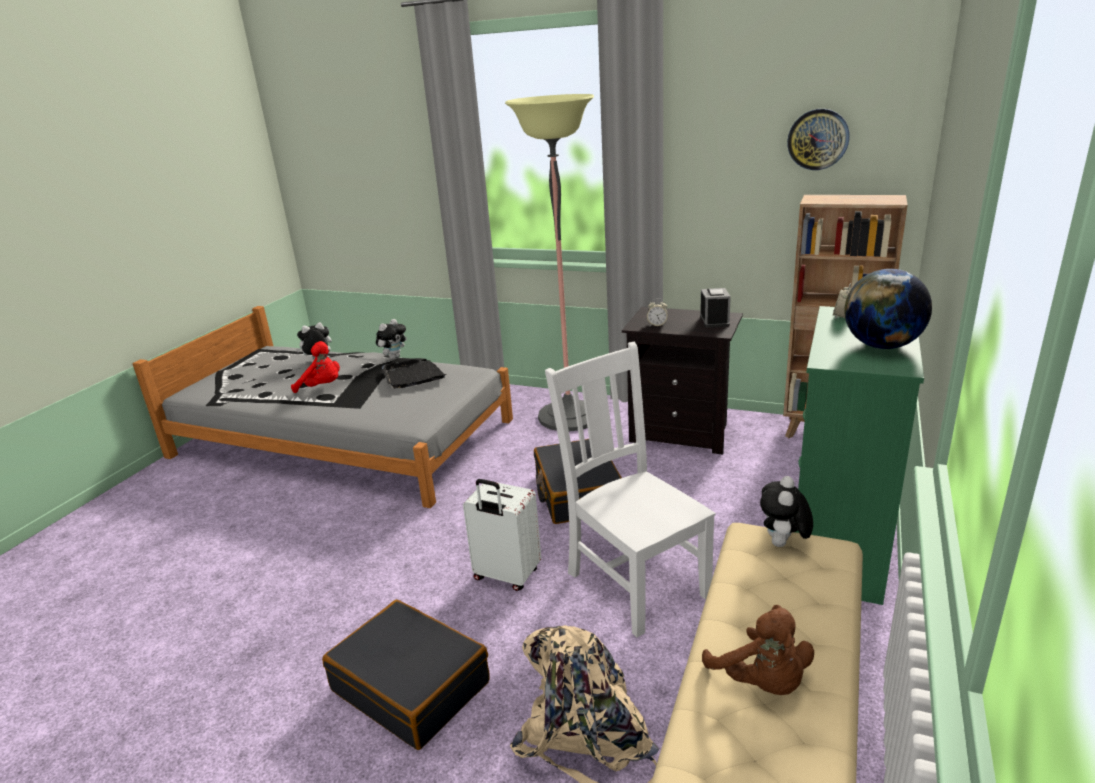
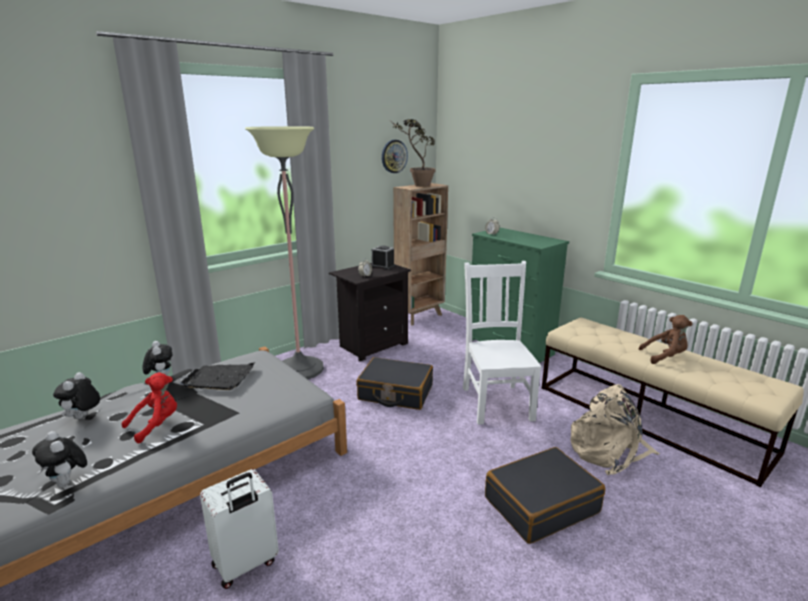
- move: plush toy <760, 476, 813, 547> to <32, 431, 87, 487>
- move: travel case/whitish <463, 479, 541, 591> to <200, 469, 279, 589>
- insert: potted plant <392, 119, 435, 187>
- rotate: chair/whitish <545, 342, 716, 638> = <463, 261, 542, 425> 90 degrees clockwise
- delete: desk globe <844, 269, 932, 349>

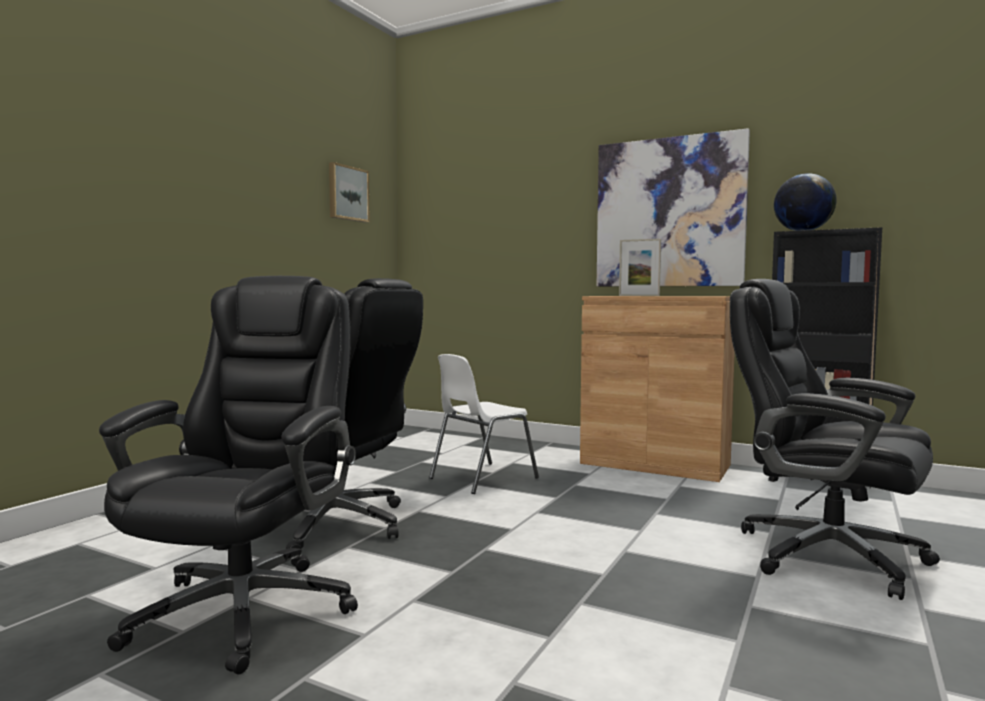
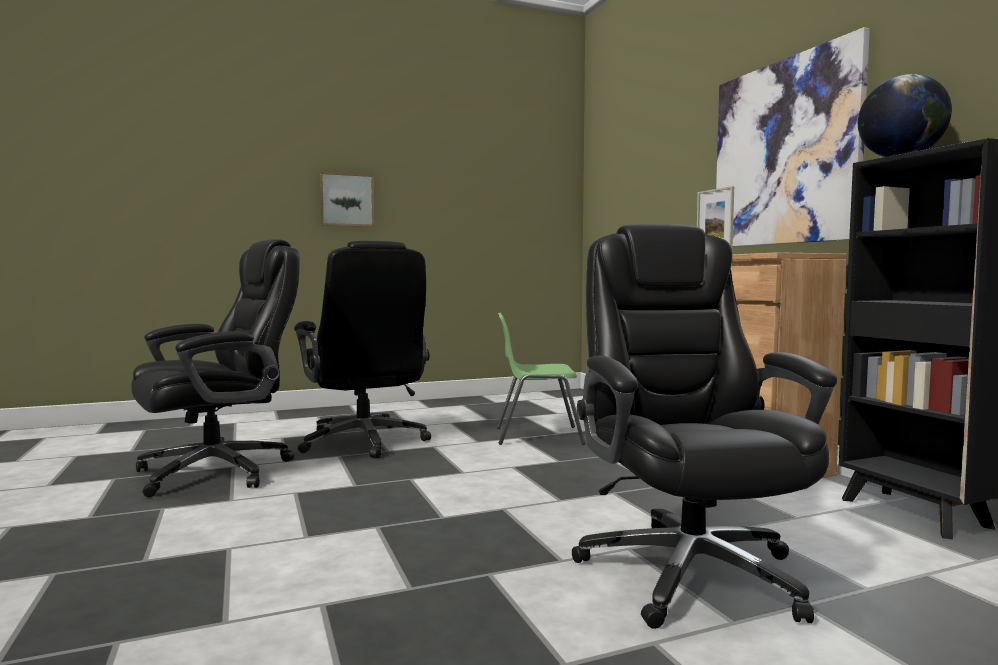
- move: picture <329, 162, 370, 223> to <320, 172, 374, 227>
- recolor: chair/whitish <429, 354, 539, 494> to chair/green <497, 312, 586, 445>

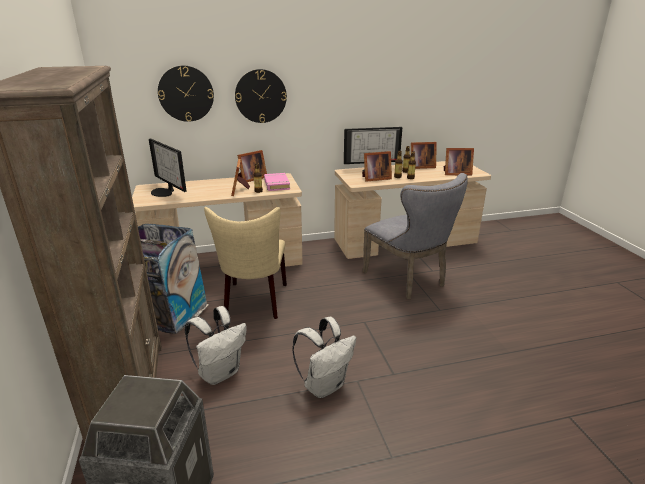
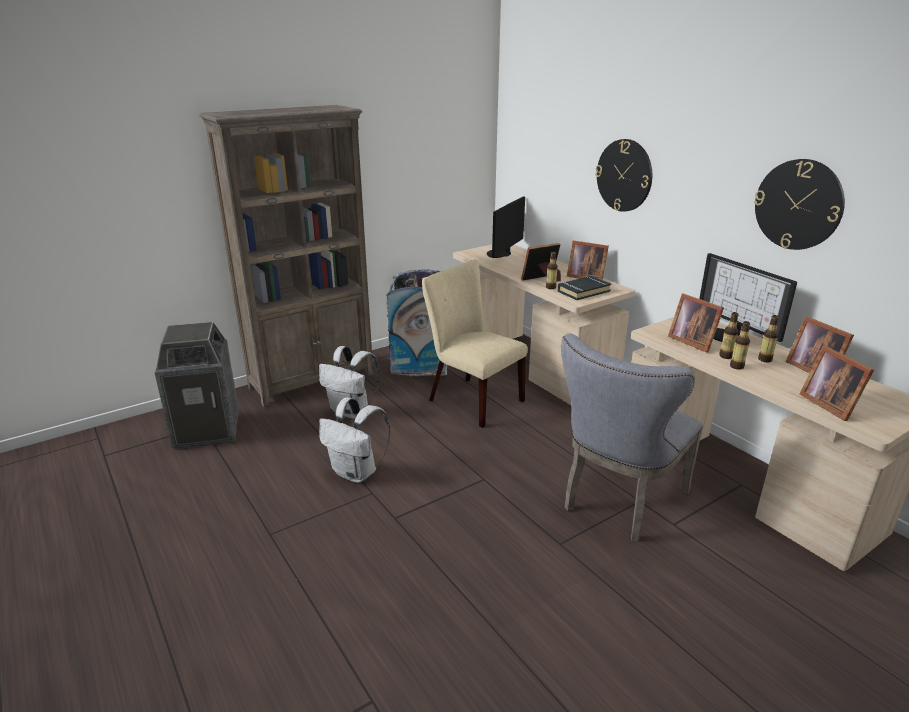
- rotate: chair/sand-coloured <204, 207, 287, 319> = <422, 259, 528, 428> 60 degrees clockwise
- recolor: volume/pink-coloured <264, 173, 290, 191> to volume/blackish <558, 276, 611, 300>
- move: clock on the wall <158, 66, 214, 122> to <754, 159, 845, 250>

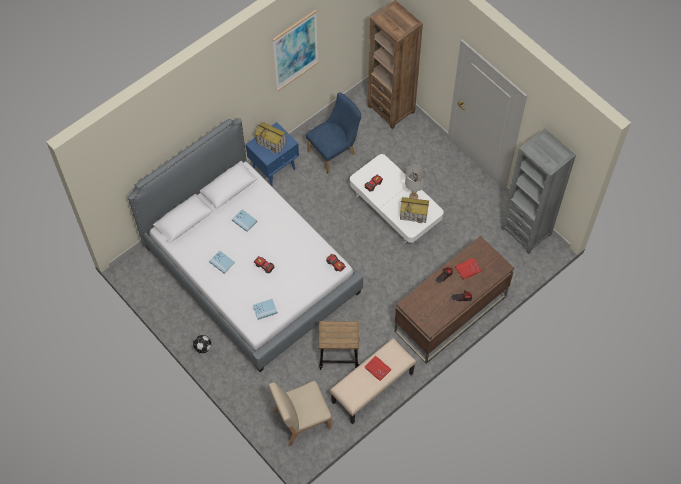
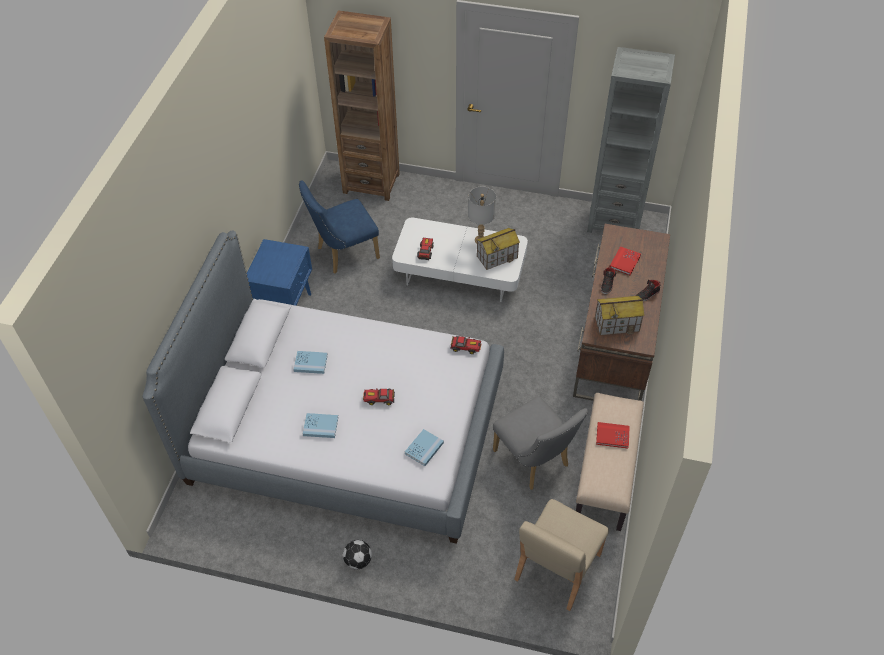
- rotate: chair/blue-coloured <306, 92, 362, 174> = <299, 180, 380, 273> 135 degrees counterclockwise
- replace: stool <319, 321, 359, 370> to chair/grey <493, 397, 588, 490>
- move: toy house <255, 122, 287, 154> to <595, 296, 645, 336>
- delete: picture <272, 10, 319, 91>

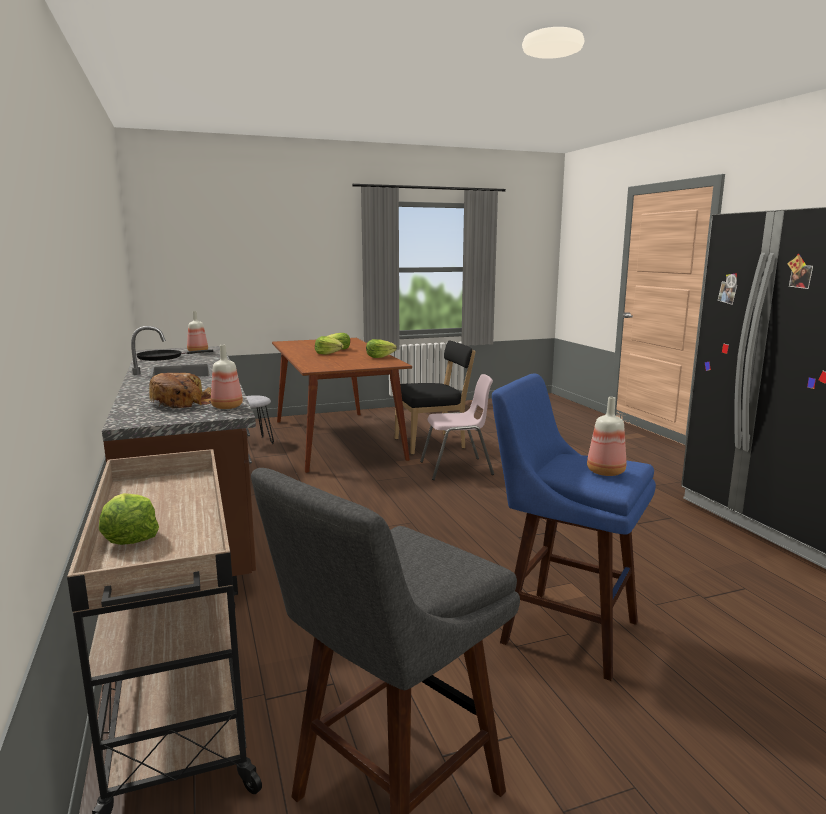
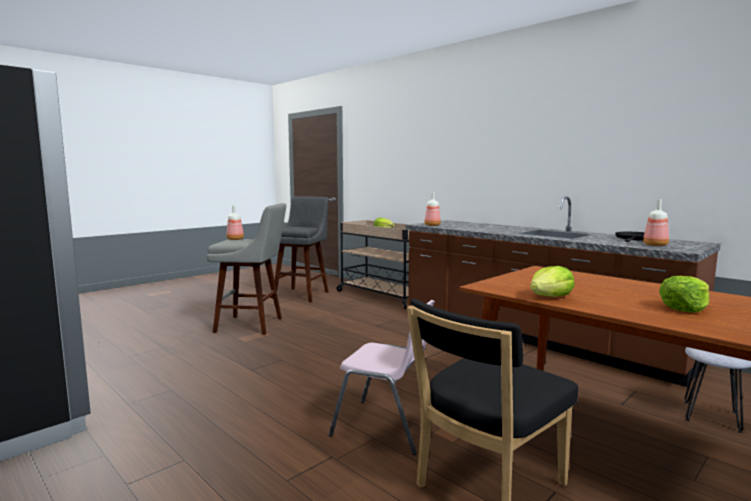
- recolor: stool/blue-coloured <492, 374, 656, 681> to stool/grey <207, 203, 286, 335>
- rotate: chair/pink-coloured <420, 374, 494, 480> = <329, 300, 435, 455> 120 degrees counterclockwise
- delete: bread <149, 373, 211, 408>
- delete: lettuce head <315, 336, 344, 355>

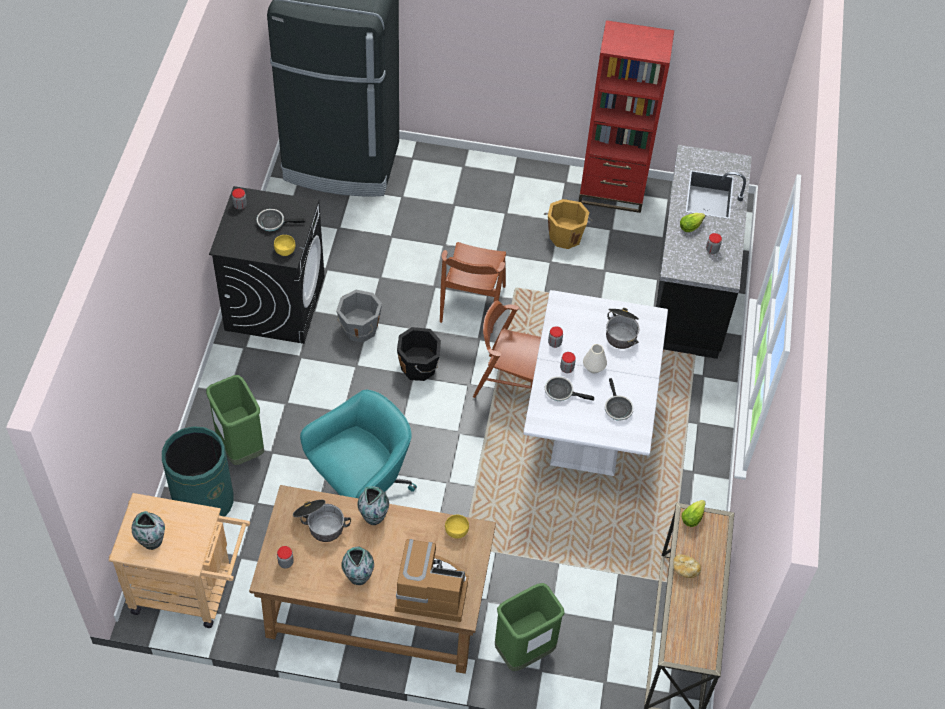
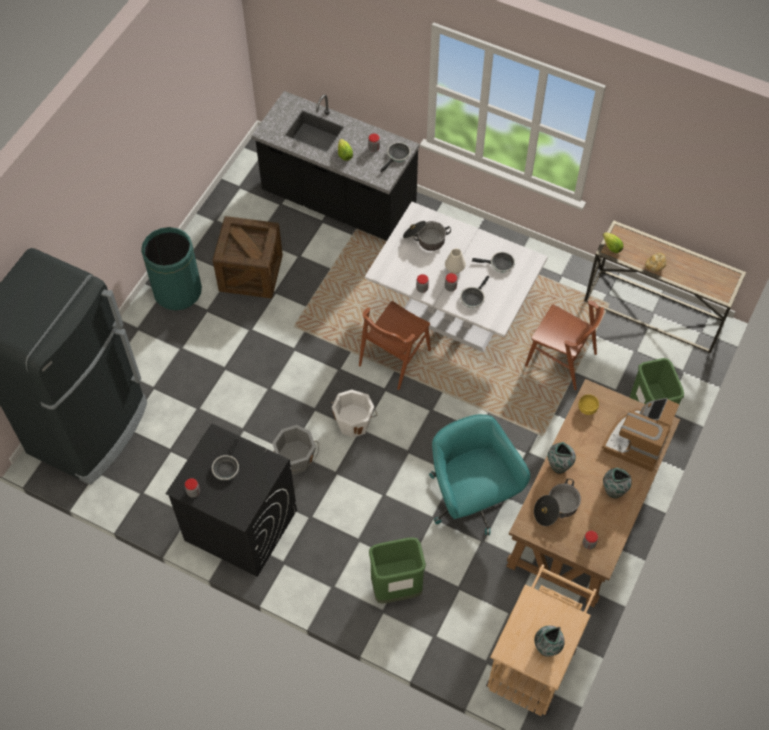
- move: waste bin/green <162, 426, 234, 517> to <141, 227, 202, 311>
- replace: water bucket/orangey <544, 199, 593, 249> to packing crate <213, 216, 283, 298>
- recolor: water bucket/blackish <397, 327, 441, 381> to water bucket/whitish <331, 390, 377, 438>
- insert: pan <381, 142, 411, 173>
- move: chair/brown <440, 242, 506, 333> to <525, 300, 604, 390>
- delete: serving bowl/yellowish <274, 235, 295, 256>
- delete: bookshelf/red-coloured <579, 20, 674, 213>

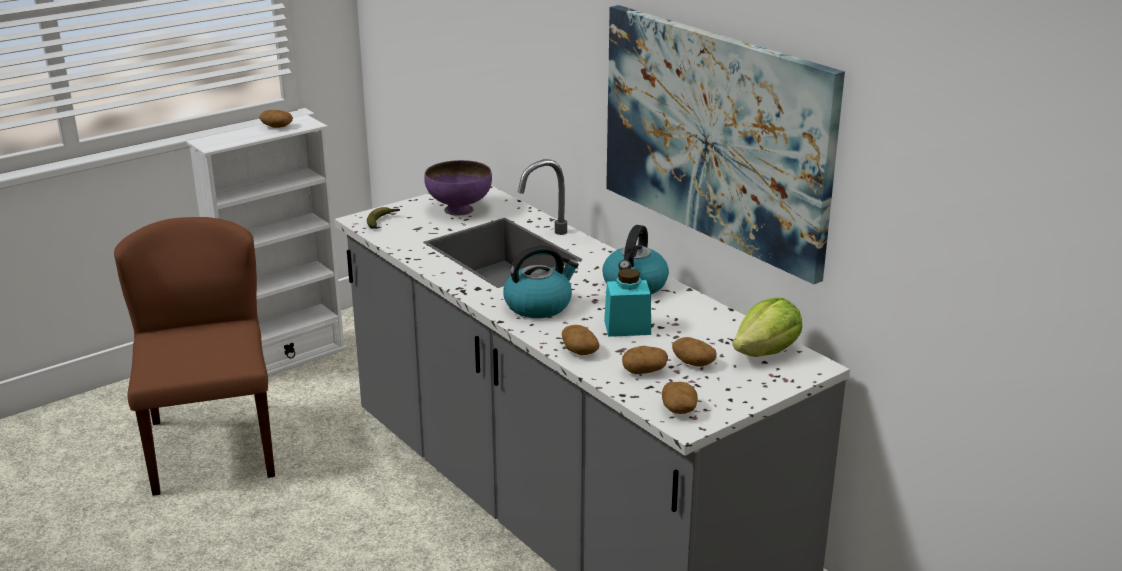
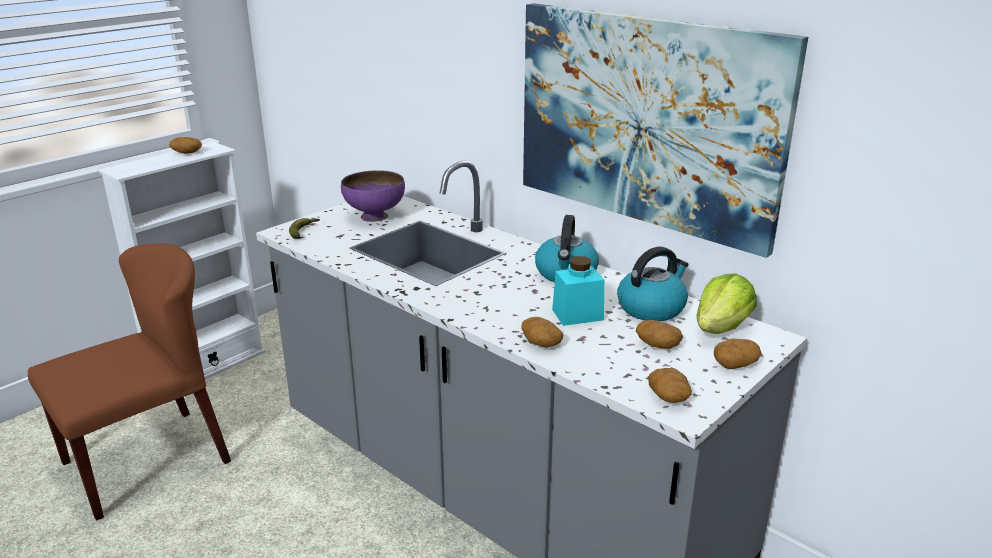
- rotate: chair/brown <114, 217, 275, 496> = <28, 243, 231, 521> 75 degrees clockwise
- move: water kettle <503, 245, 579, 318> to <617, 247, 689, 321>
- move: potato <622, 346, 668, 374> to <714, 338, 761, 369>

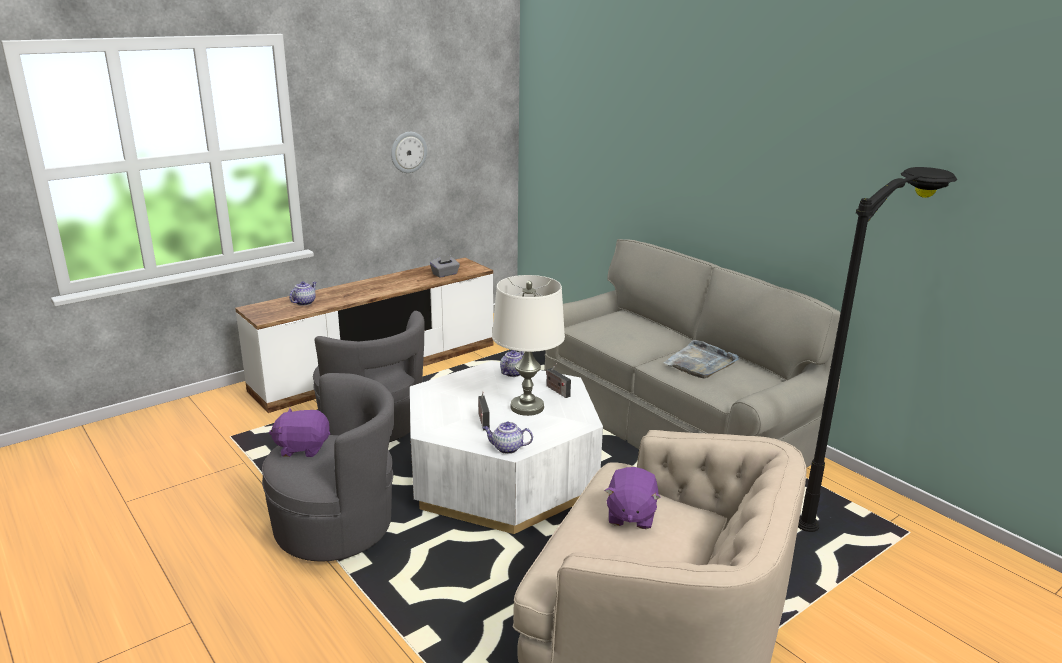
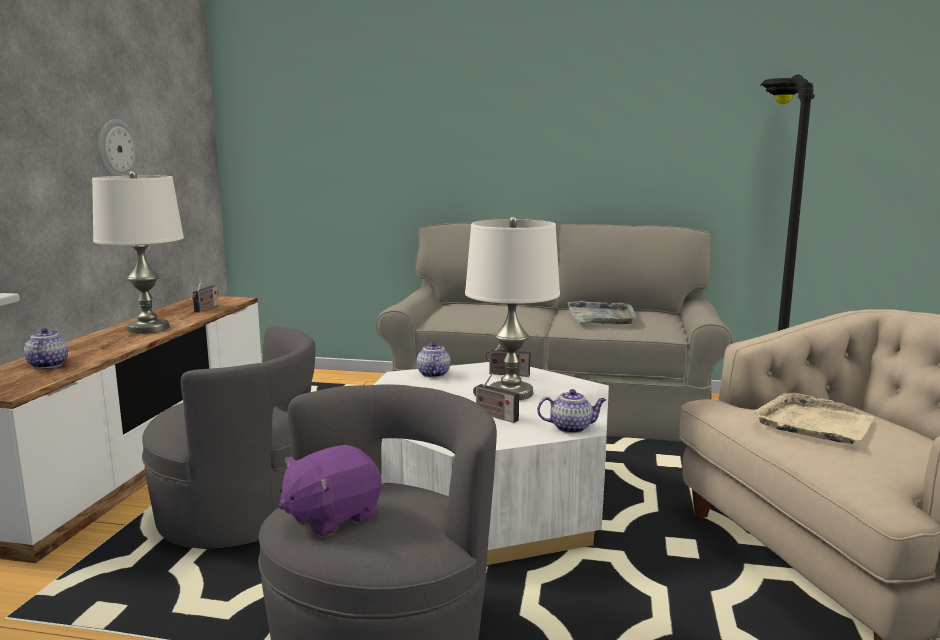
- insert: lamp for a table/whitish <92, 171, 184, 333>
- replace: tissue box/grey <430, 255, 460, 278> to radio set <192, 279, 218, 312>
- rotate: teapot <483, 422, 533, 454> = <537, 389, 606, 433> 150 degrees counterclockwise
- replace: plush toy/purplish <605, 467, 661, 529> to serving tray/sand-coloured <753, 393, 874, 444>

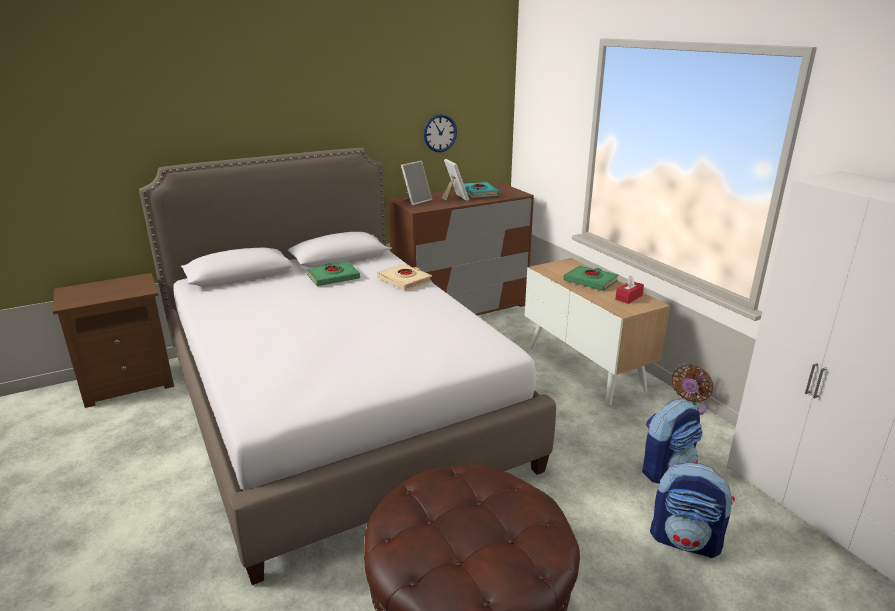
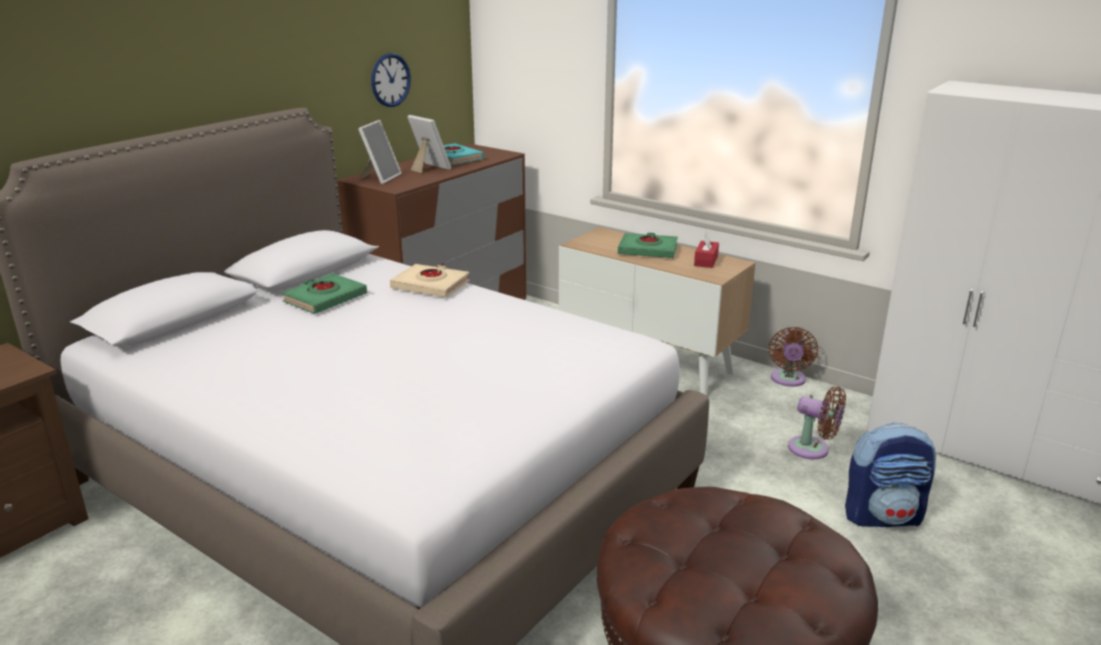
- replace: knapsack <642, 400, 703, 484> to cooling fan/brown <788, 387, 846, 459>

